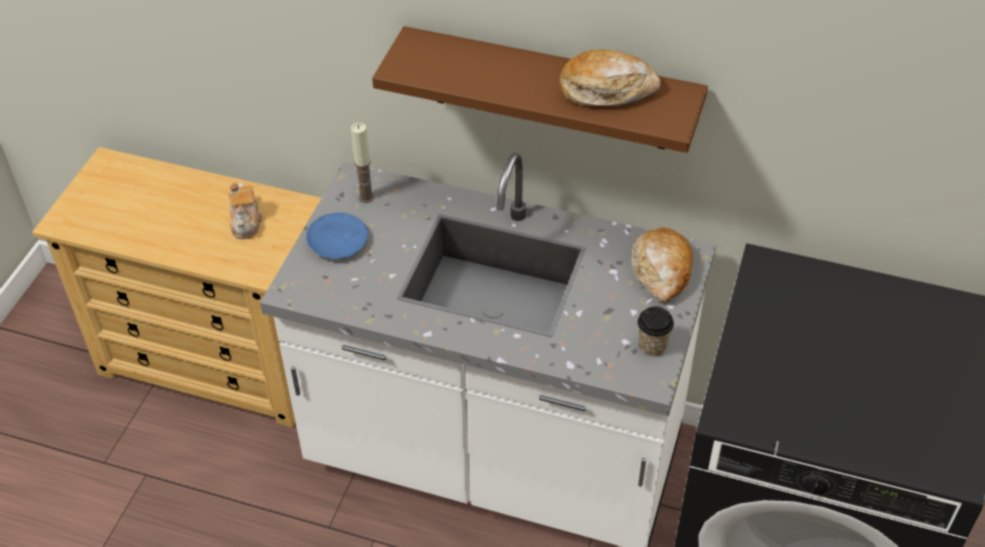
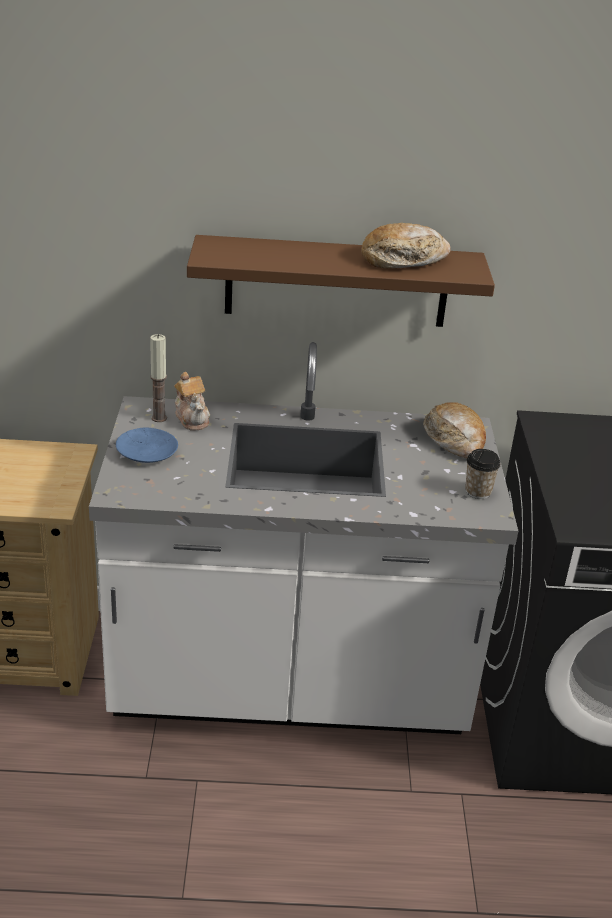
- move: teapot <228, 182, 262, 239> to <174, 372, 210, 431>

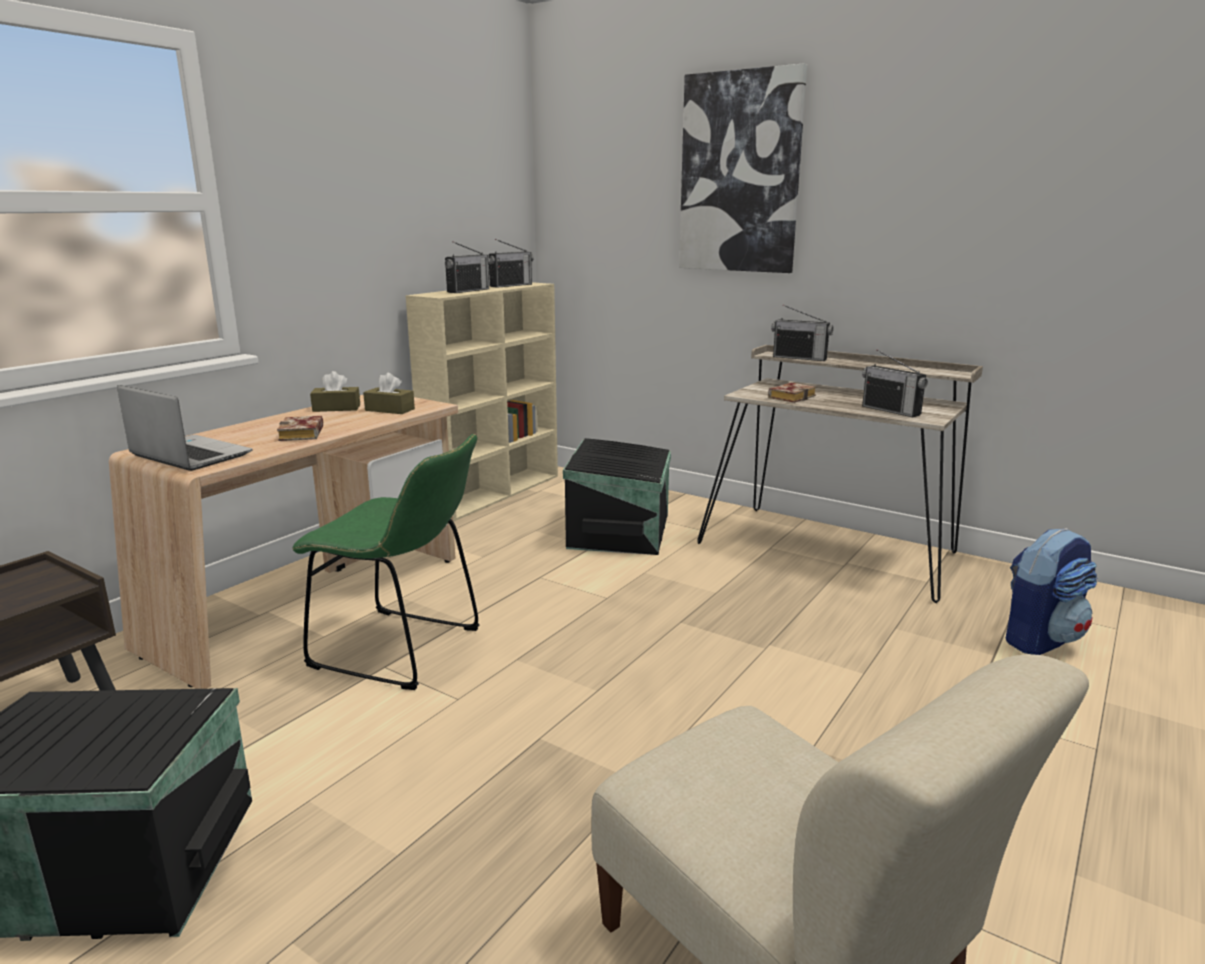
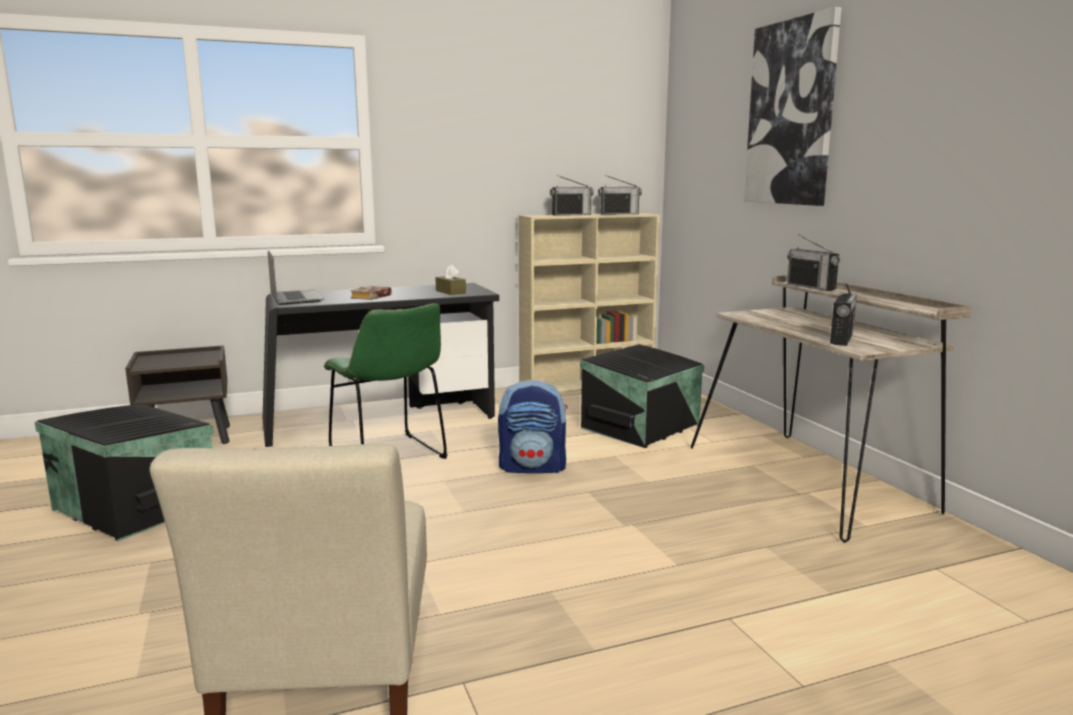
- recolor: desk unit/sand-coloured <109, 395, 458, 689> to desk unit/blackish <263, 283, 499, 447>
- move: knapsack <1006, 528, 1097, 655> to <498, 380, 568, 473>
- rotate: radio set <862, 350, 928, 417> = <830, 283, 857, 346> 150 degrees counterclockwise
- delete: tissue box/brown <310, 371, 360, 412>
- delete: volume <768, 383, 816, 403>

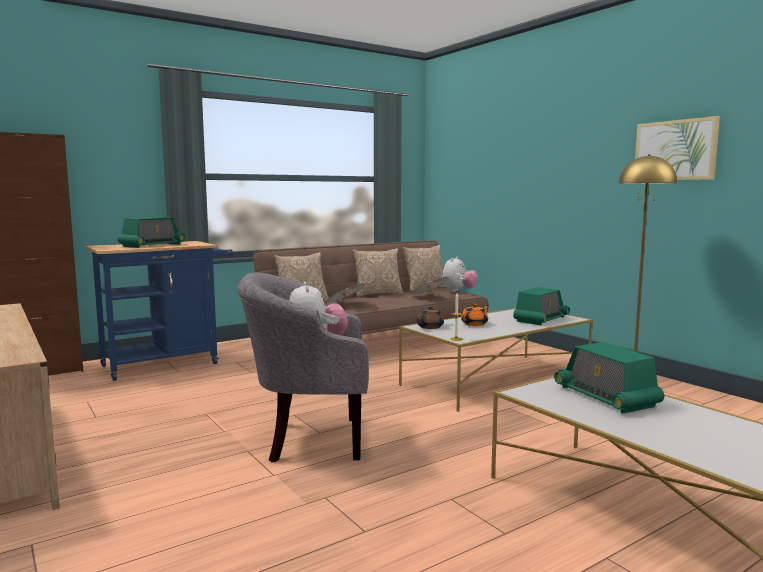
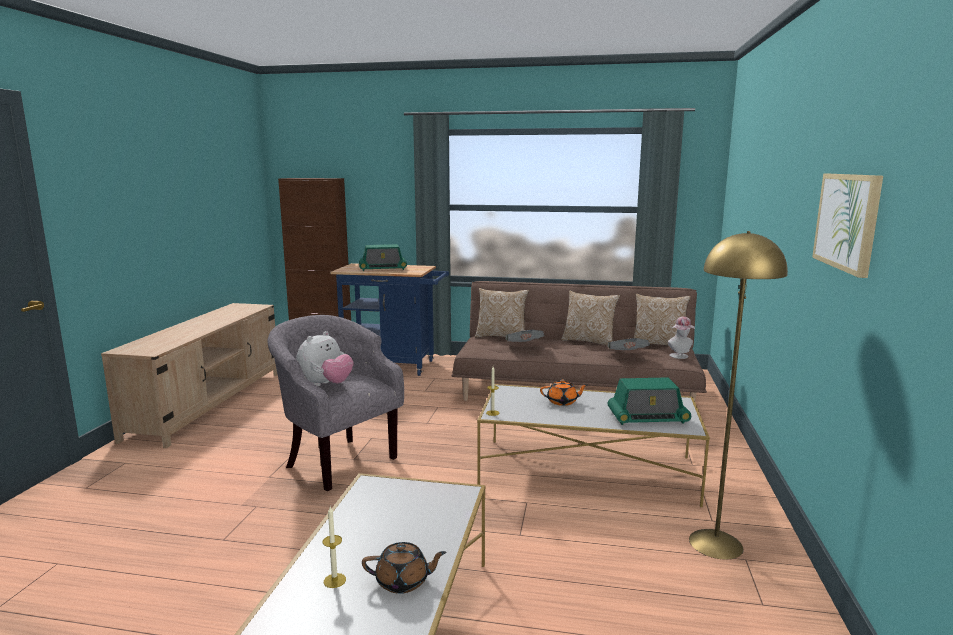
- insert: wax candle <323, 507, 346, 588>
- move: teapot/brown <417, 306, 444, 329> to <362, 542, 447, 594>
- replace: plush toy <442, 257, 478, 292> to clothing hat <668, 316, 695, 359>
- delete: radio set <554, 342, 664, 413>

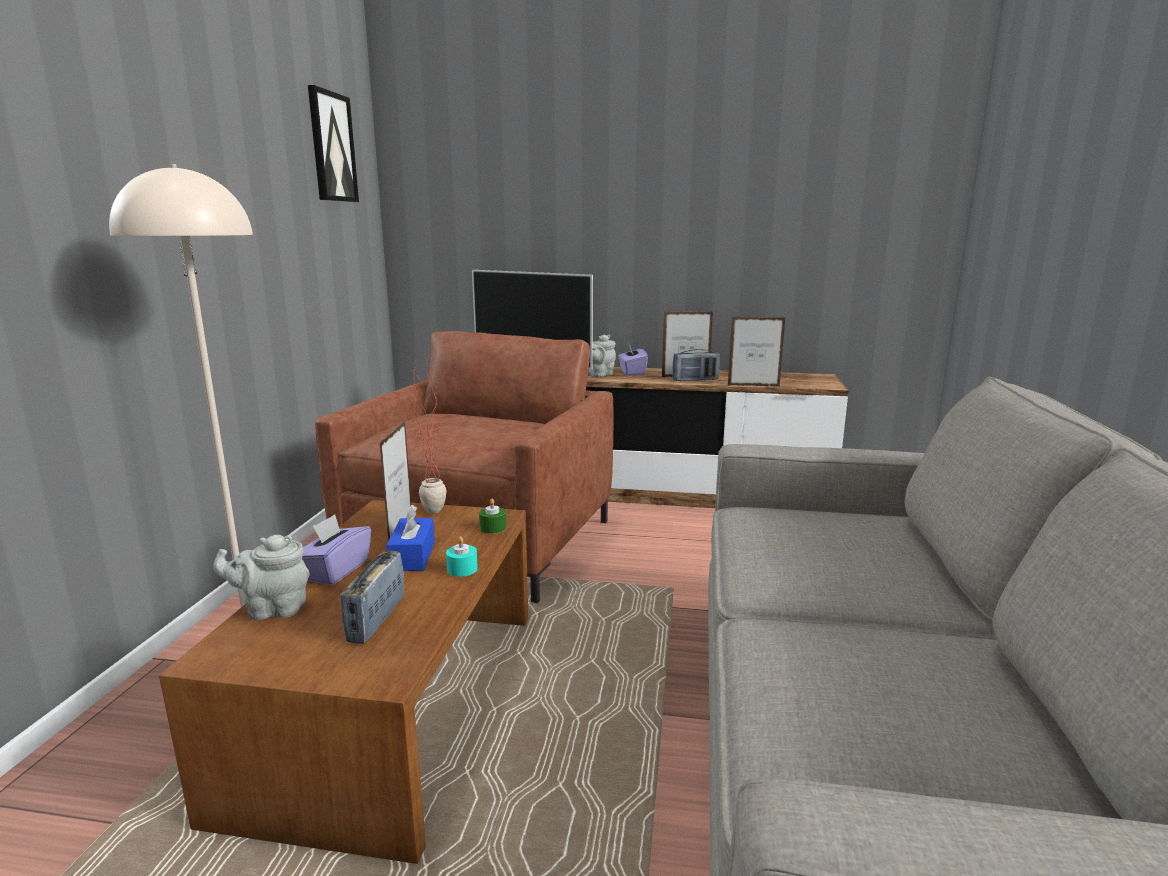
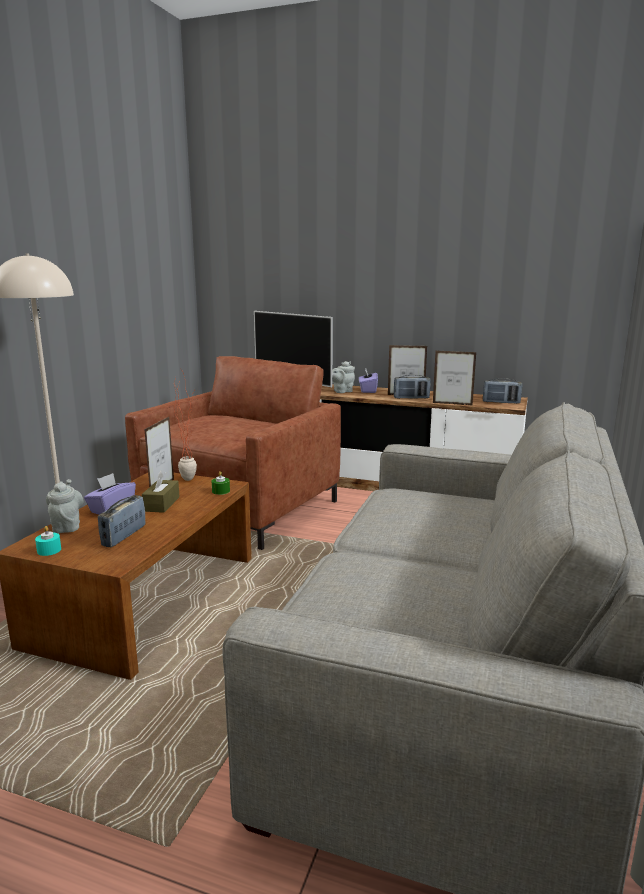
- move: wax candle/blue-green <446, 536, 478, 577> to <35, 526, 61, 556>
- rotate: teapot/grey <213, 535, 310, 620> = <46, 479, 83, 533> 75 degrees clockwise
- recolor: tissue box/blue-coloured <386, 505, 435, 571> to tissue box/brown <142, 470, 179, 513>
- insert: radio set <483, 378, 522, 404>
- delete: picture <308, 85, 359, 202>

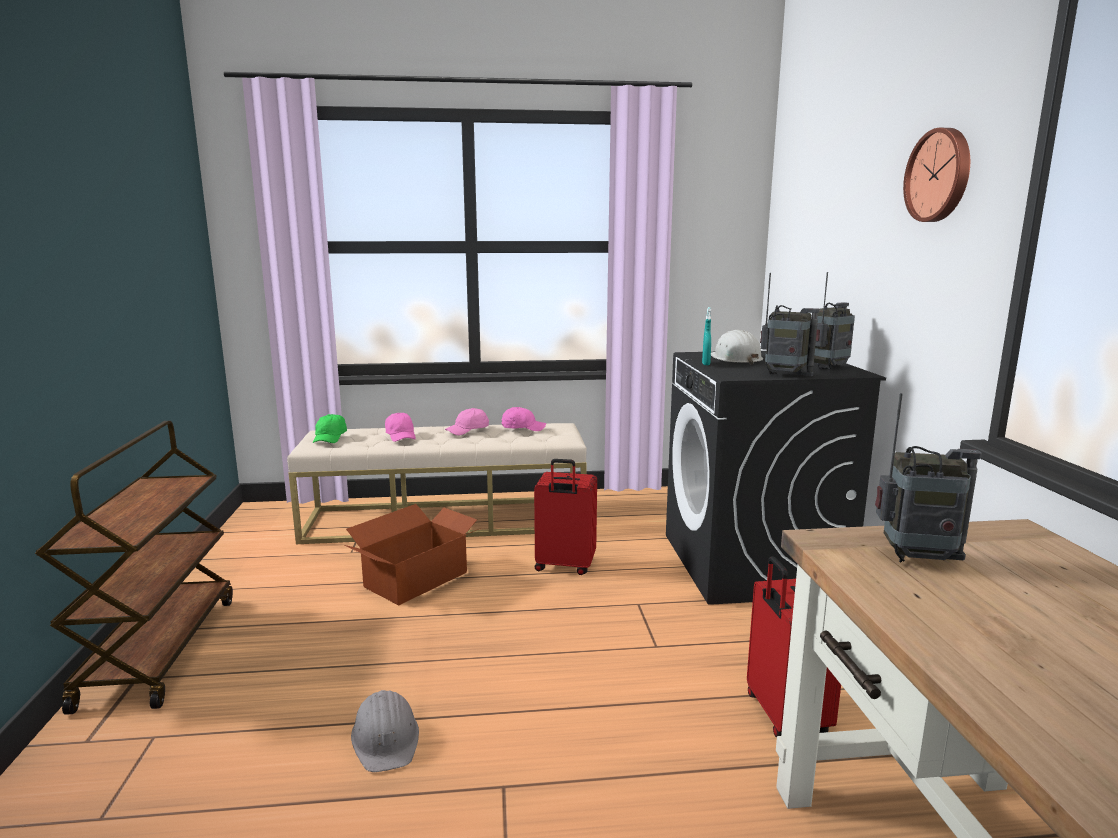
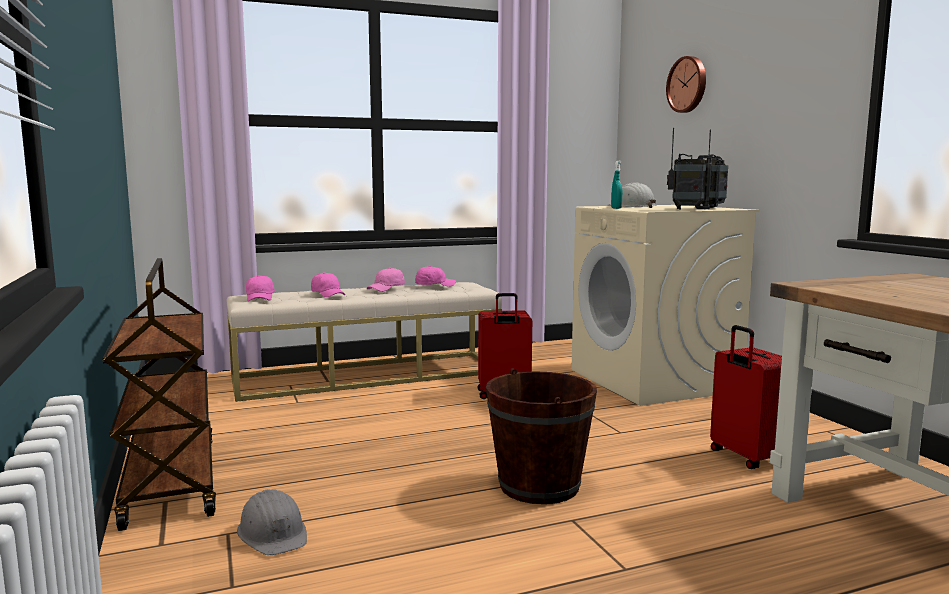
- move: work helmet/grey <351, 690, 419, 772> to <237, 489, 307, 555>
- recolor: peaked cap/green <313, 414, 347, 443> to peaked cap/pink-coloured <246, 275, 275, 301>
- insert: water bucket/brown <486, 368, 597, 504>
- recolor: washing machine/blackish <666, 351, 886, 605> to washing machine/sand-coloured <571, 205, 759, 406>
- move: clock on the wall <903, 128, 970, 222> to <666, 56, 706, 113>
- delete: cardboard box <345, 504, 481, 605>
- delete: radio set <875, 393, 982, 562>

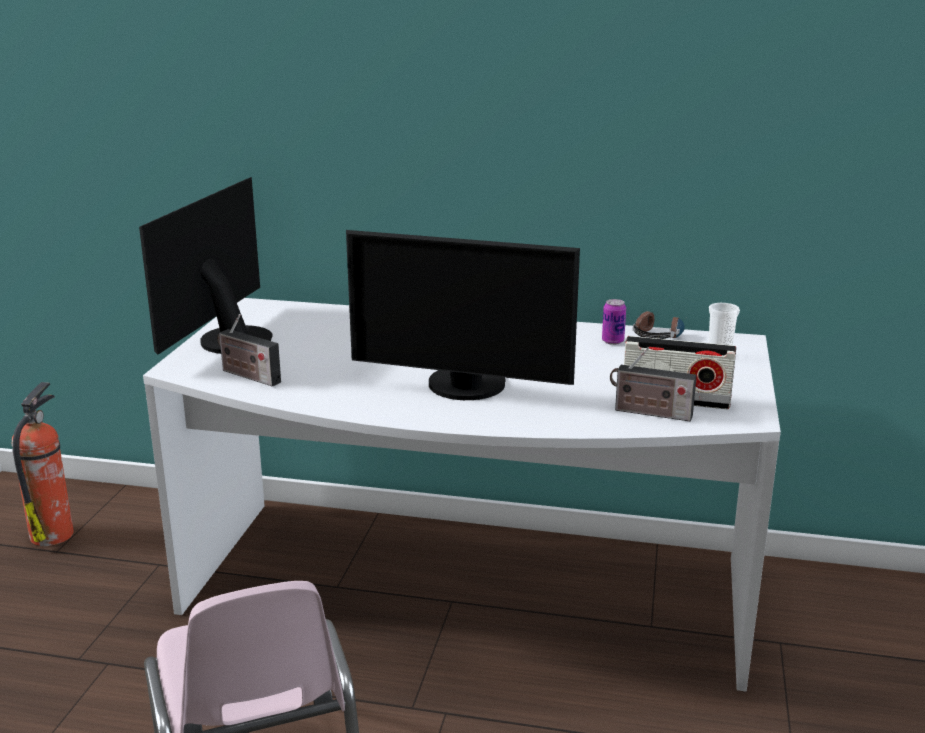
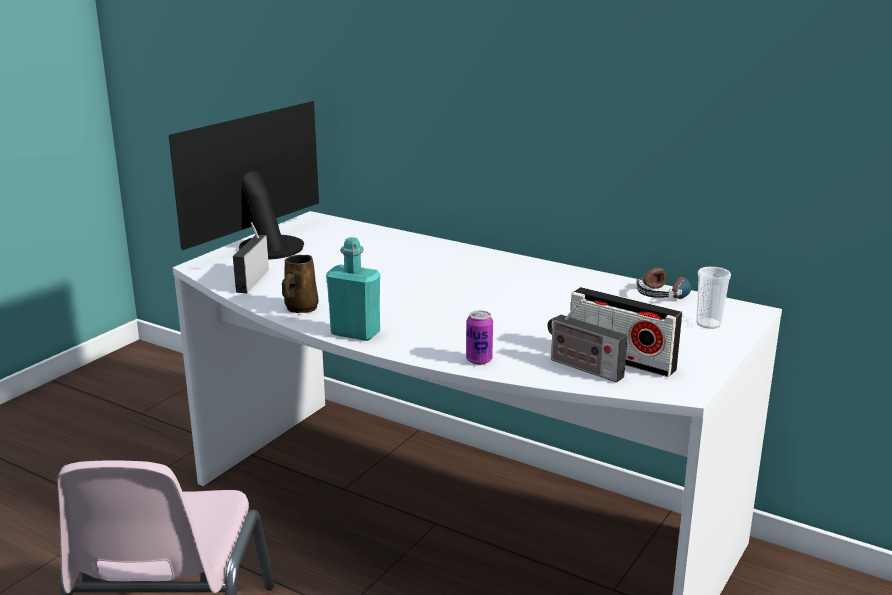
- rotate: radio set <217, 314, 281, 387> = <233, 222, 269, 293> 45 degrees clockwise
- insert: coffee mug/brown <282, 255, 319, 313>
- insert: bottle/blue-green <326, 237, 380, 341>
- move: can <602, 299, 626, 345> to <466, 310, 493, 365>
- delete: fire-fighting cylinder <11, 382, 74, 546>
- delete: computer display <346, 230, 580, 400>

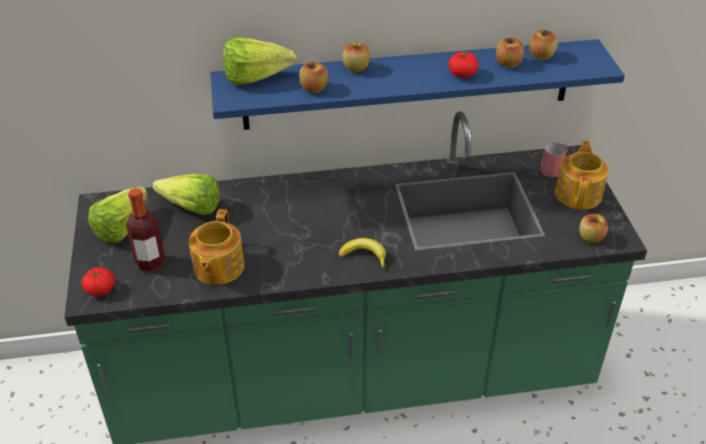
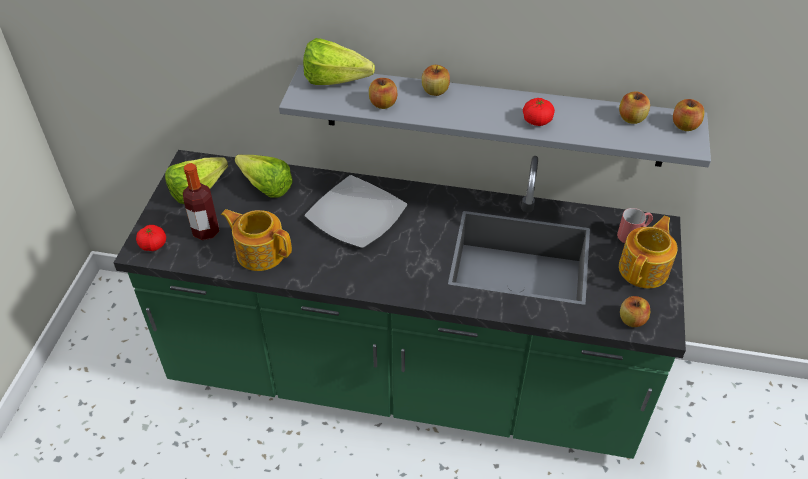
- rotate: teapot <189, 209, 245, 285> = <221, 209, 292, 271> 90 degrees clockwise
- recolor: shelf/blue-coloured <210, 39, 625, 130> to shelf/grey <279, 65, 711, 167>
- insert: flat dish <305, 175, 407, 248>
- move: apple <496, 38, 524, 68> to <673, 99, 705, 131>
- delete: banana fruit <339, 238, 386, 268>

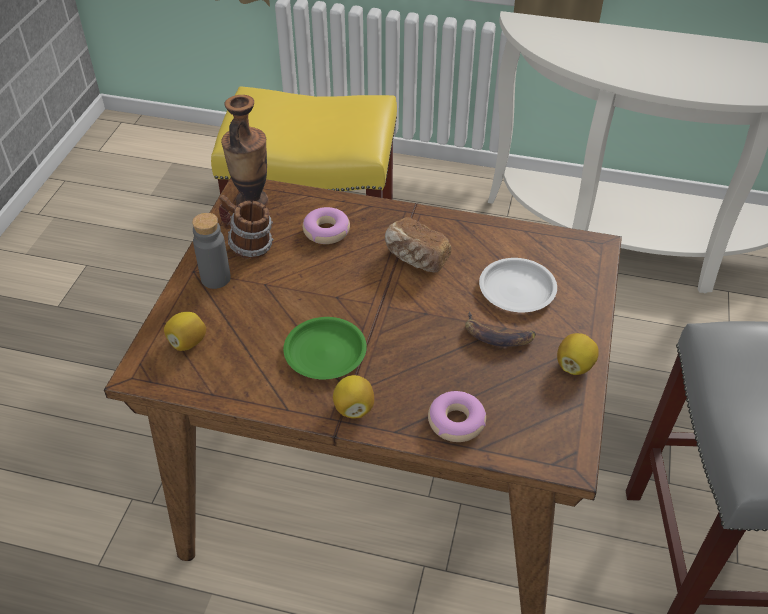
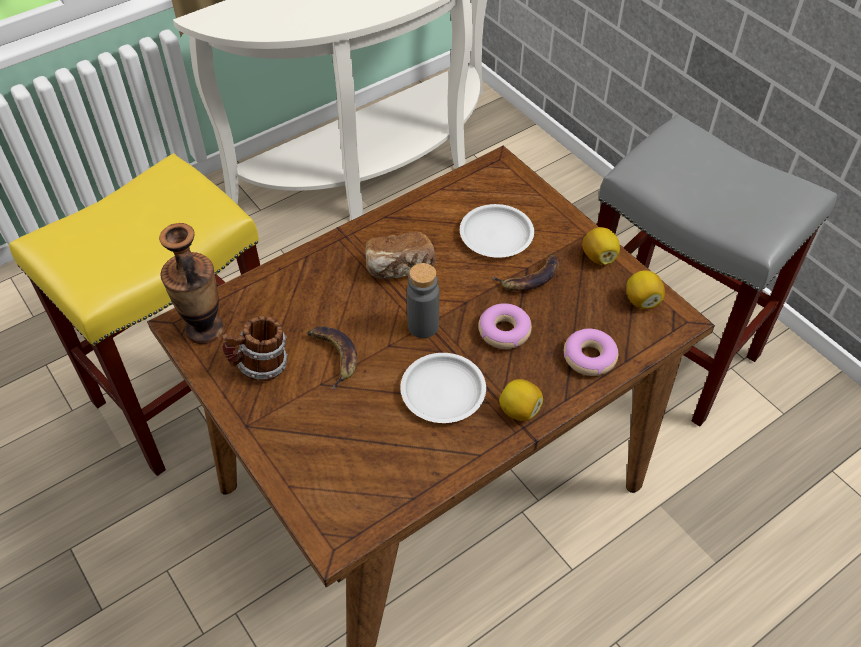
- insert: banana fruit <307, 326, 358, 390>
- recolor: flat dish/green <283, 317, 367, 379> to flat dish/whitish <400, 353, 486, 423>
- move: bottle/grey <192, 213, 231, 289> to <407, 263, 439, 338>
- move: doughnut <303, 207, 350, 244> to <478, 303, 532, 349>
- move: lemon <164, 312, 206, 351> to <626, 270, 665, 309>

